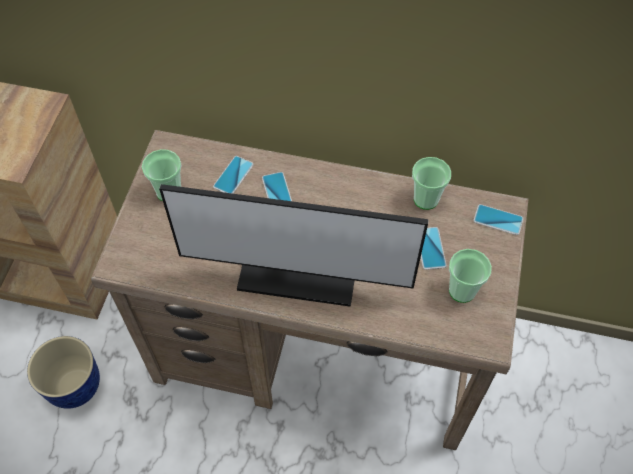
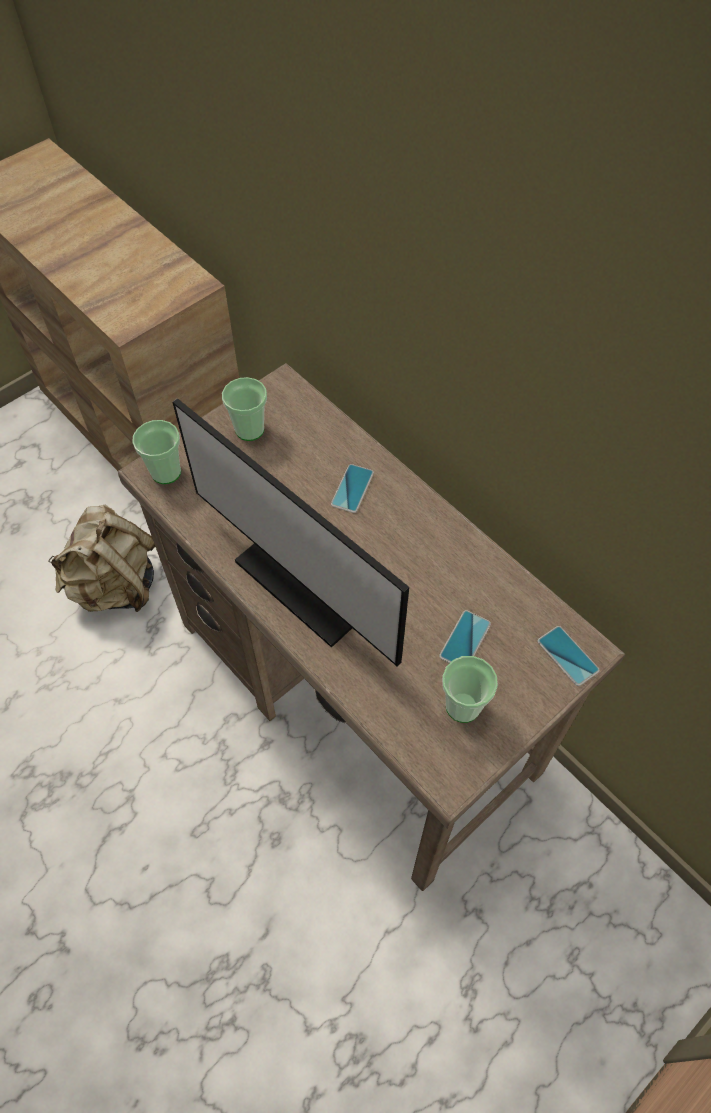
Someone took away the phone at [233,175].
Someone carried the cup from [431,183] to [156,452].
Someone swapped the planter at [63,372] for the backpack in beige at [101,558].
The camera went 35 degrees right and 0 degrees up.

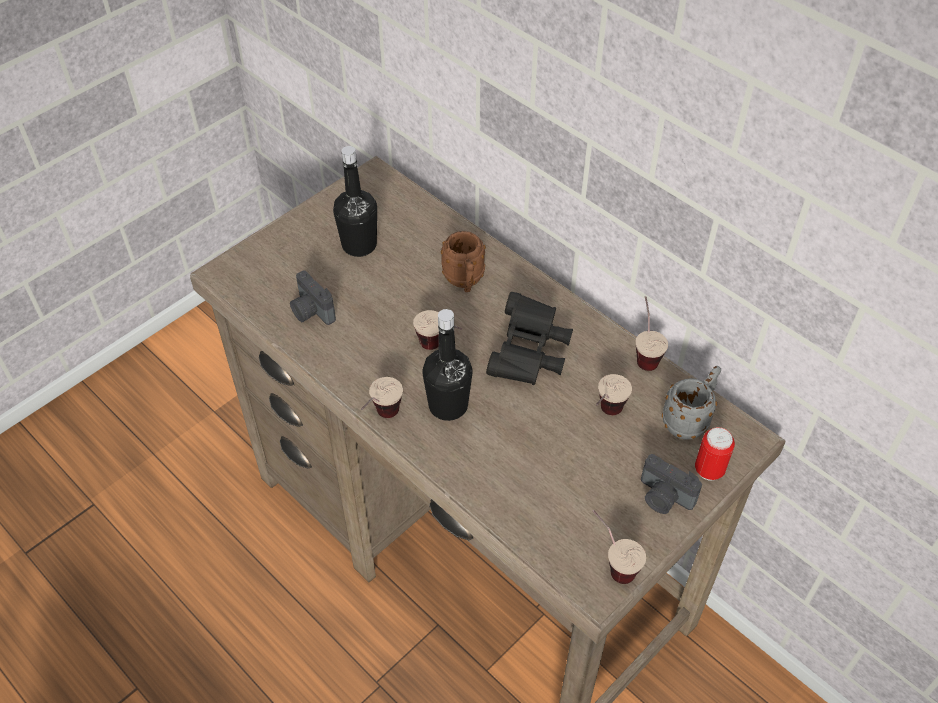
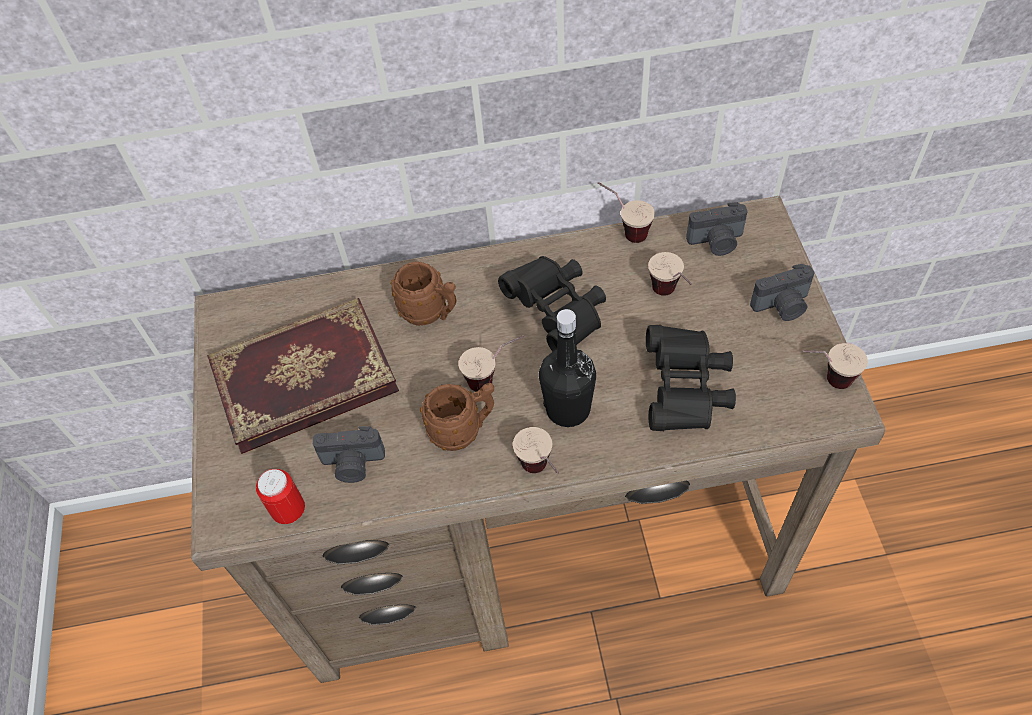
Someone put down the mug in brown at [457,417].
Someone put down the binoculars in black at [691,378].
Someone carried the can from [715,453] to [280,496].
Someone swapped the bottle in black at [355,201] for the book at [303,376].
Someone swapped the mug in grey at [691,403] for the photo camera at [717,229].
The camera went 50 degrees left and 5 degrees up.

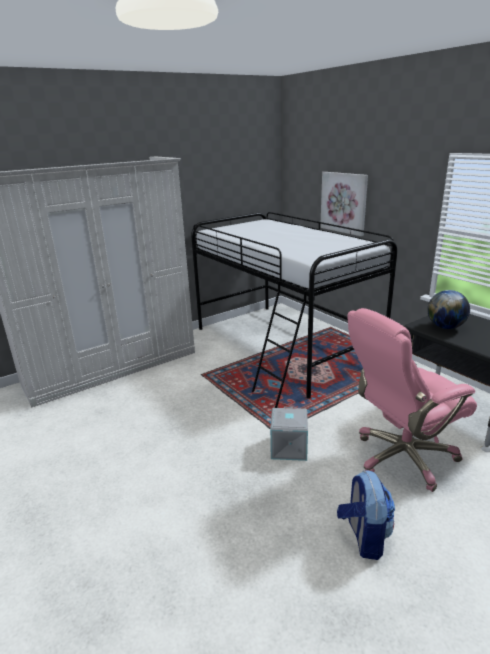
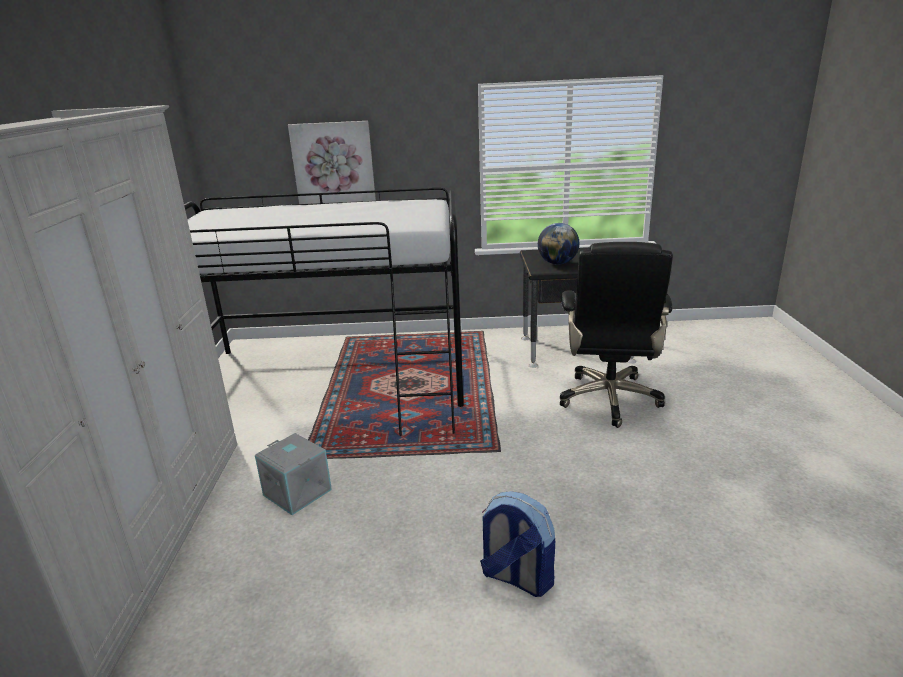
Someone carried the storage box in grey from [289,434] to [293,474].
Someone carried the backpack from [366,515] to [517,544].
Someone repainted the office chair in pink at [412,400], which became the office chair in black at [616,335].
The camera went 55 degrees left and 0 degrees up.

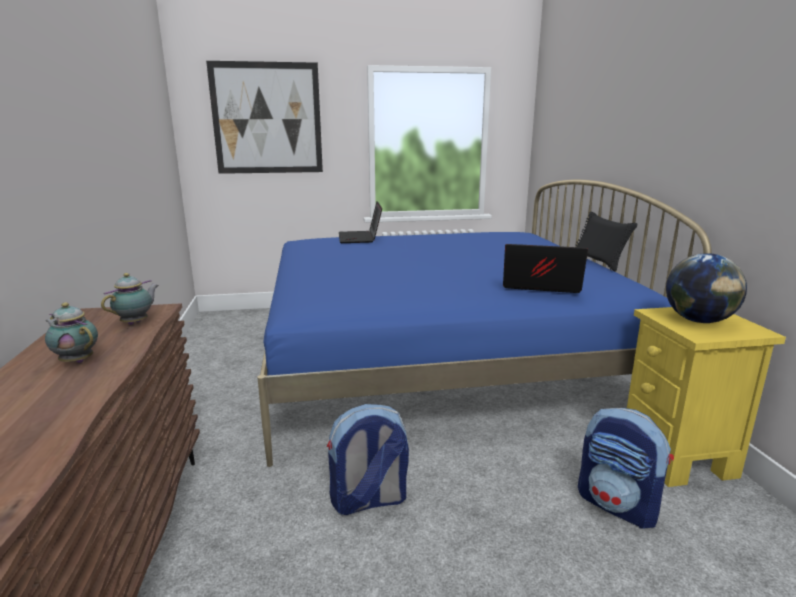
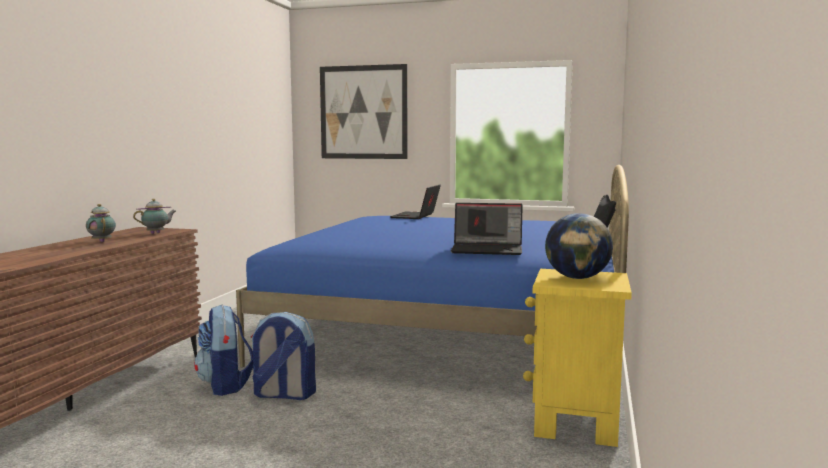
Someone carried the backpack from [626,468] to [223,350].
Someone rotated the laptop at [545,268] by 150 degrees clockwise.
The camera went 25 degrees right and 10 degrees down.

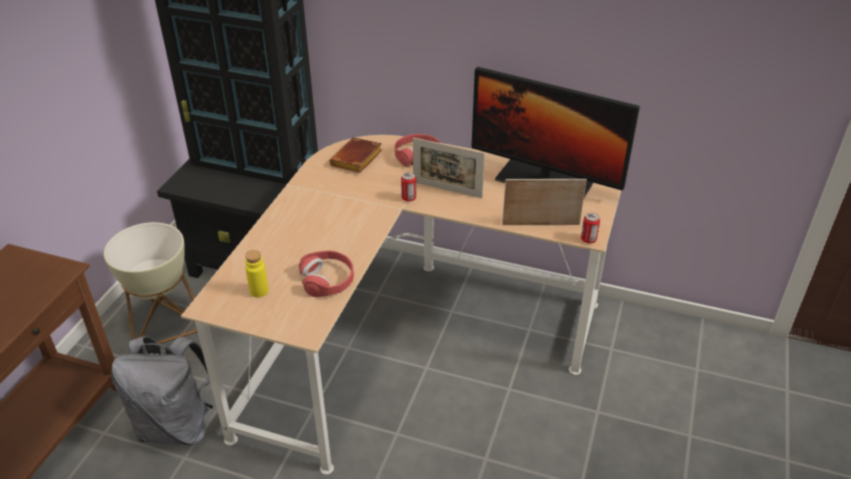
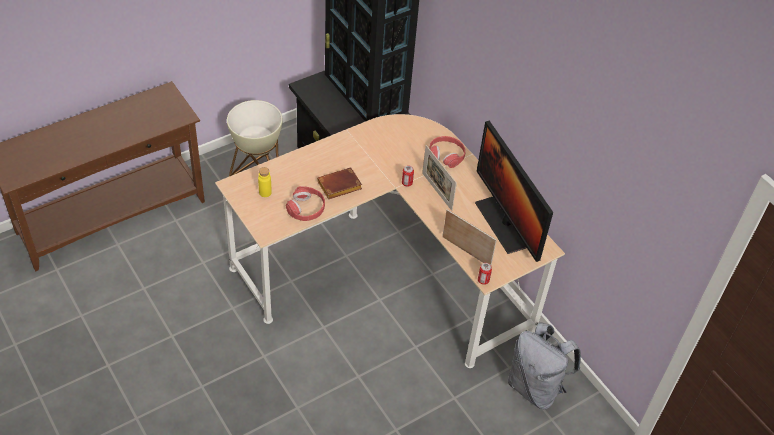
Someone carried the backpack in grey from [162,390] to [544,365].
Someone carried the book in brown from [355,155] to [339,183].
The camera went 35 degrees right and 10 degrees up.

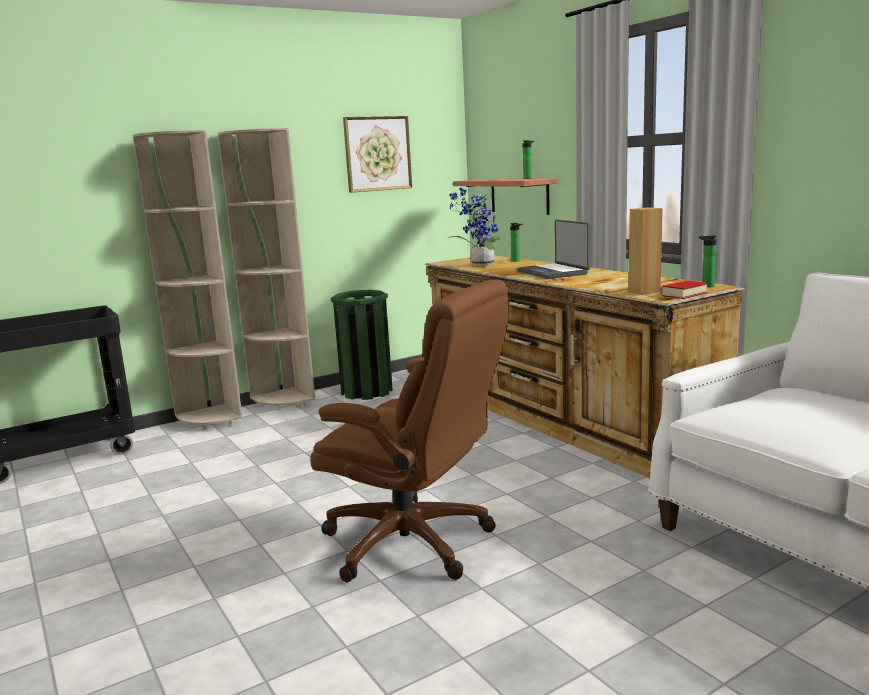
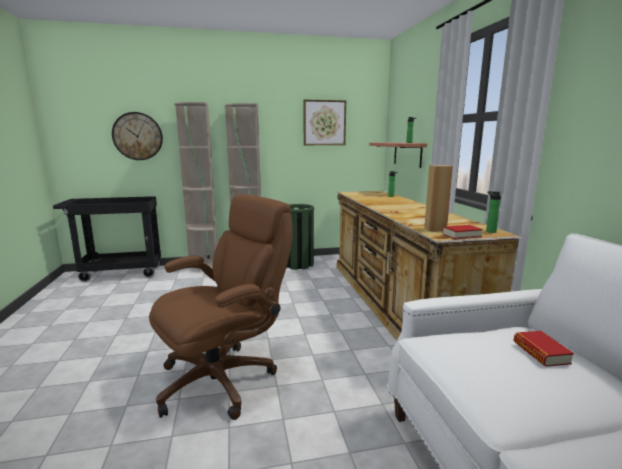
Someone took away the potted plant at [475,226].
Someone took away the laptop at [553,249].
Someone put up the wall clock at [137,136].
Someone put down the book at [543,349].
Someone rotated the office chair in brown at [409,431] by 90 degrees counterclockwise.
The camera went 20 degrees right and 0 degrees up.

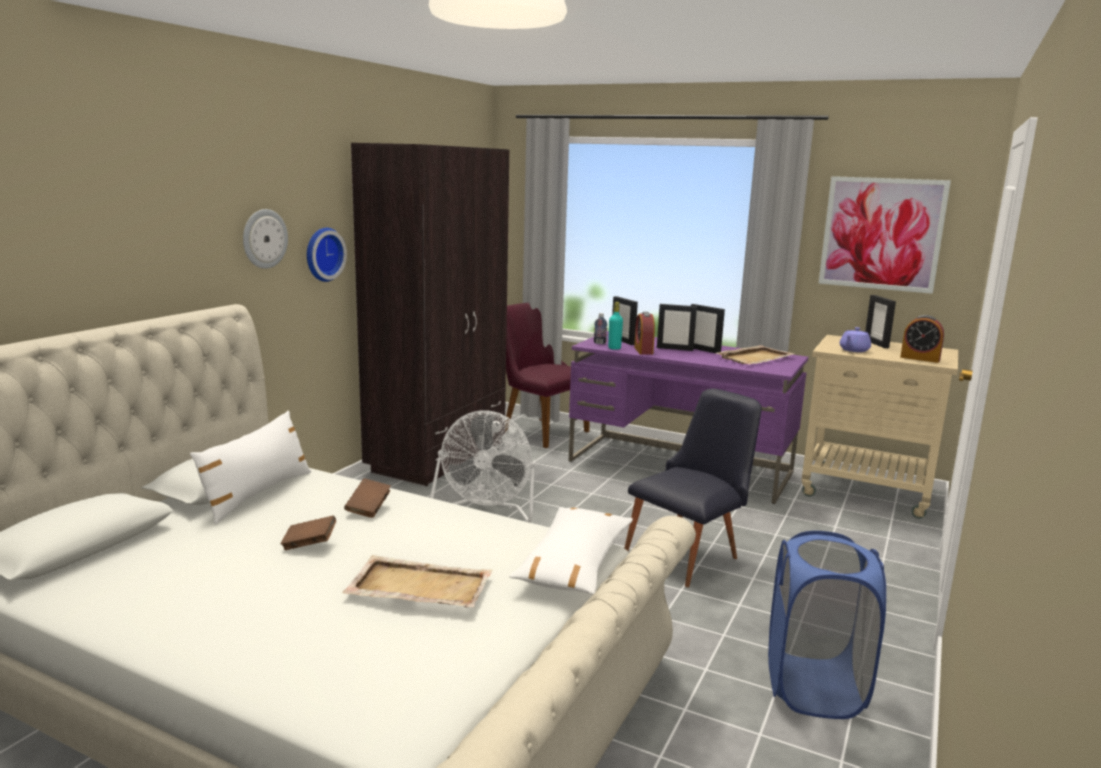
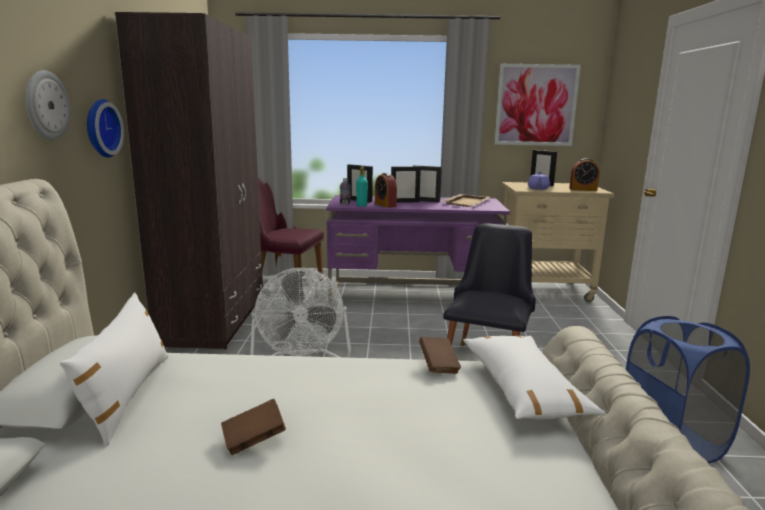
Someone took away the tray in beige at [417,581].
Someone carried the book in brown from [367,498] to [440,355].
The camera went 25 degrees left and 0 degrees up.

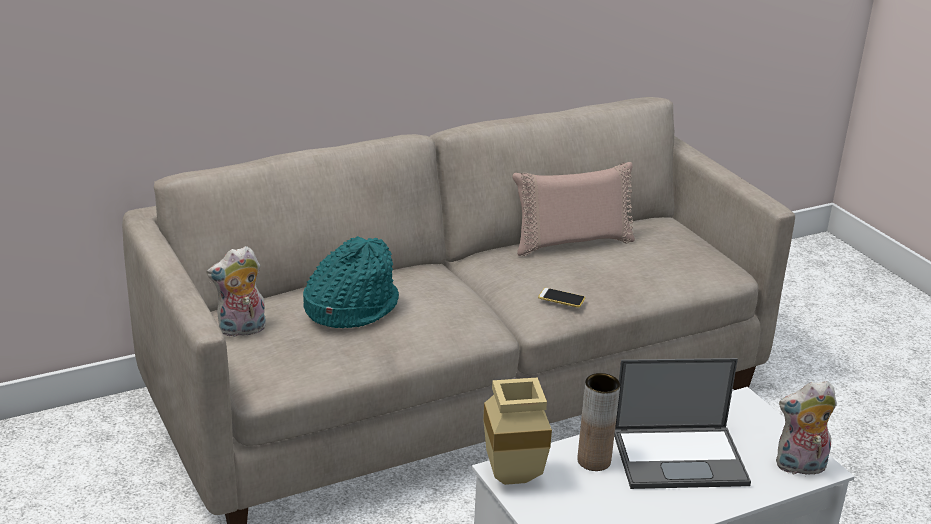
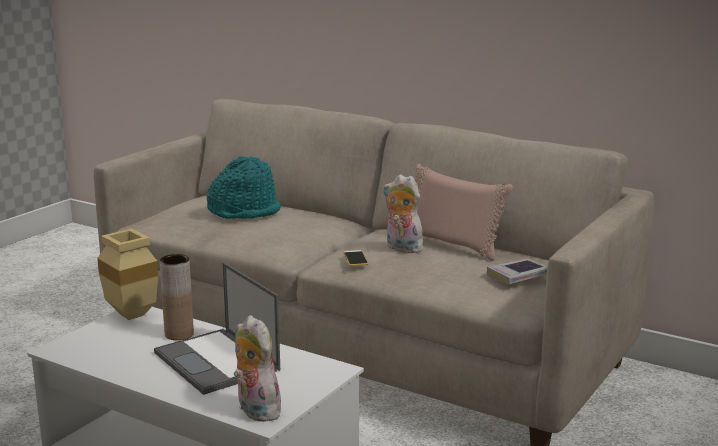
Someone put down the book at [517,271].
Someone carried the plush toy from [236,291] to [403,213].
The camera went 60 degrees right and 10 degrees down.

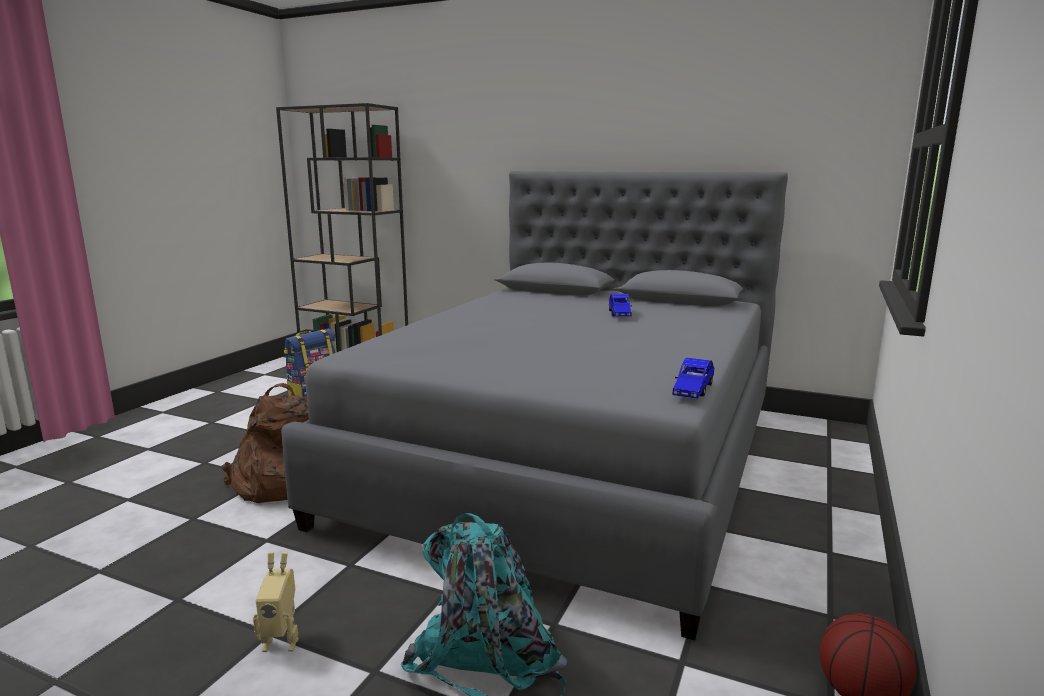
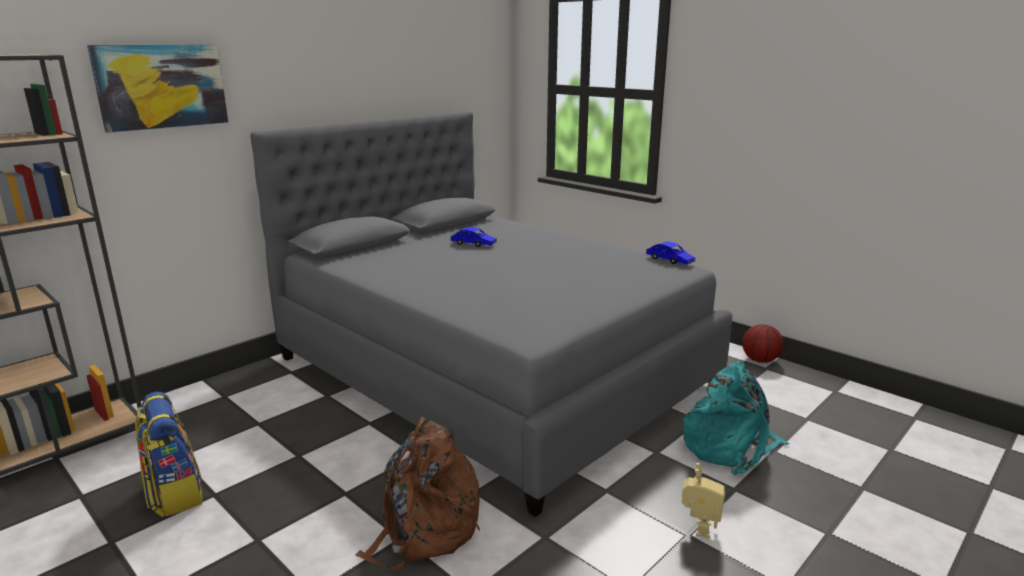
Someone put up the picture at [157,89].
The camera went 70 degrees left and 5 degrees up.

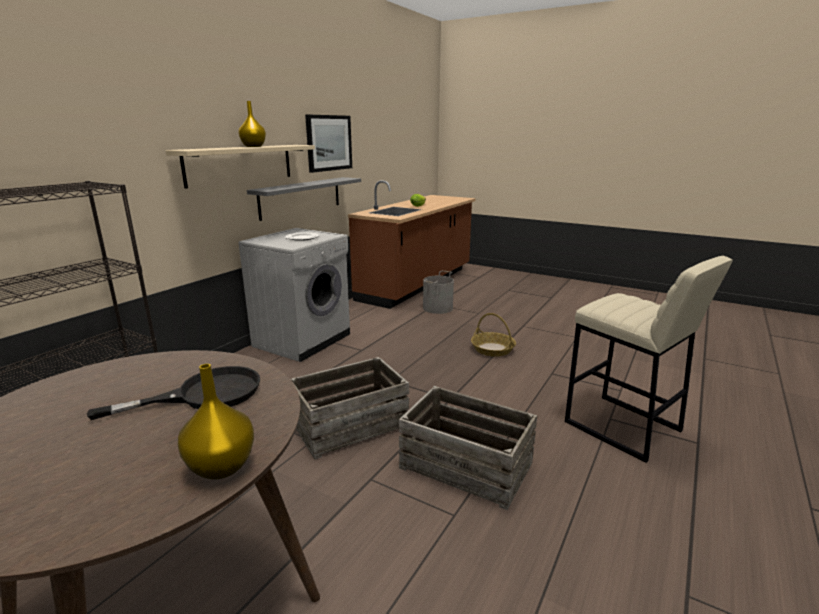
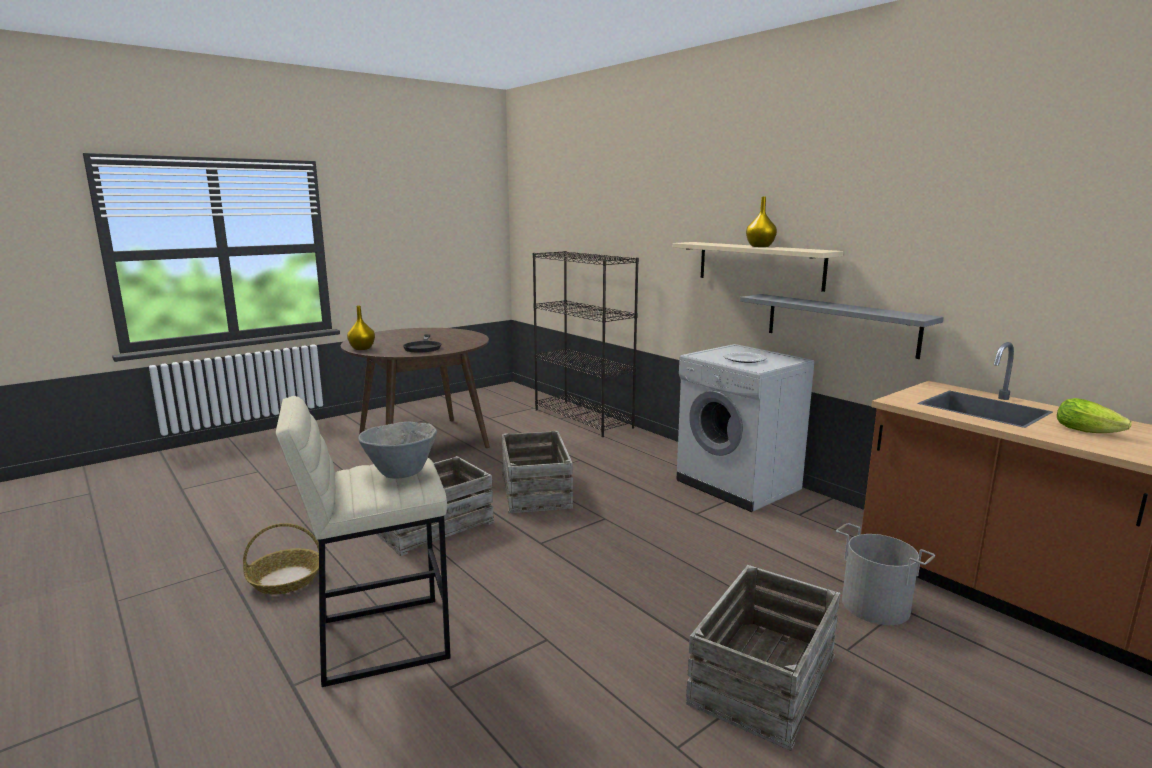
Someone took away the picture at [328,143].
Someone put down the bowl in grey at [397,450].
Someone put down the crate at [763,658].
Someone carried the basket from [493,335] to [281,559].
The camera went 110 degrees right and 5 degrees down.

